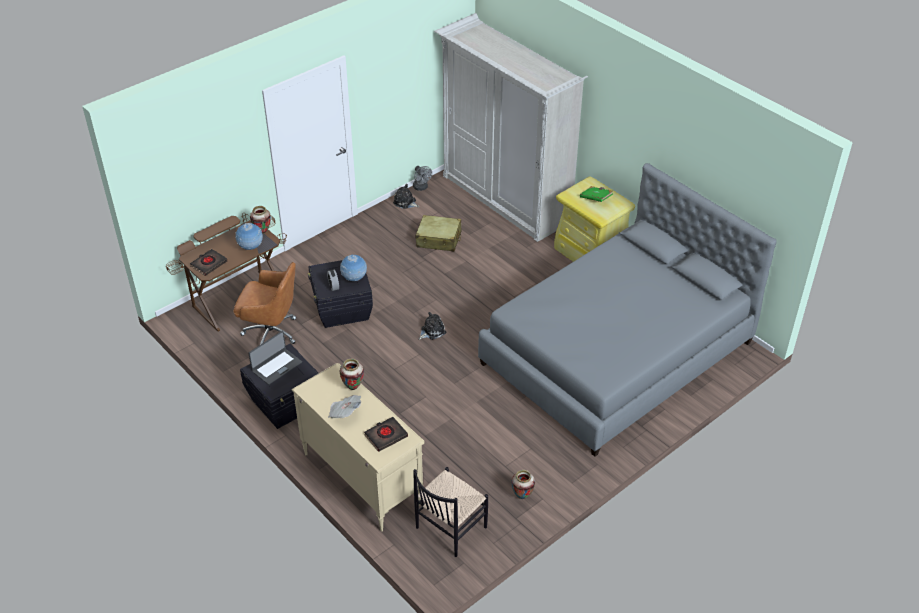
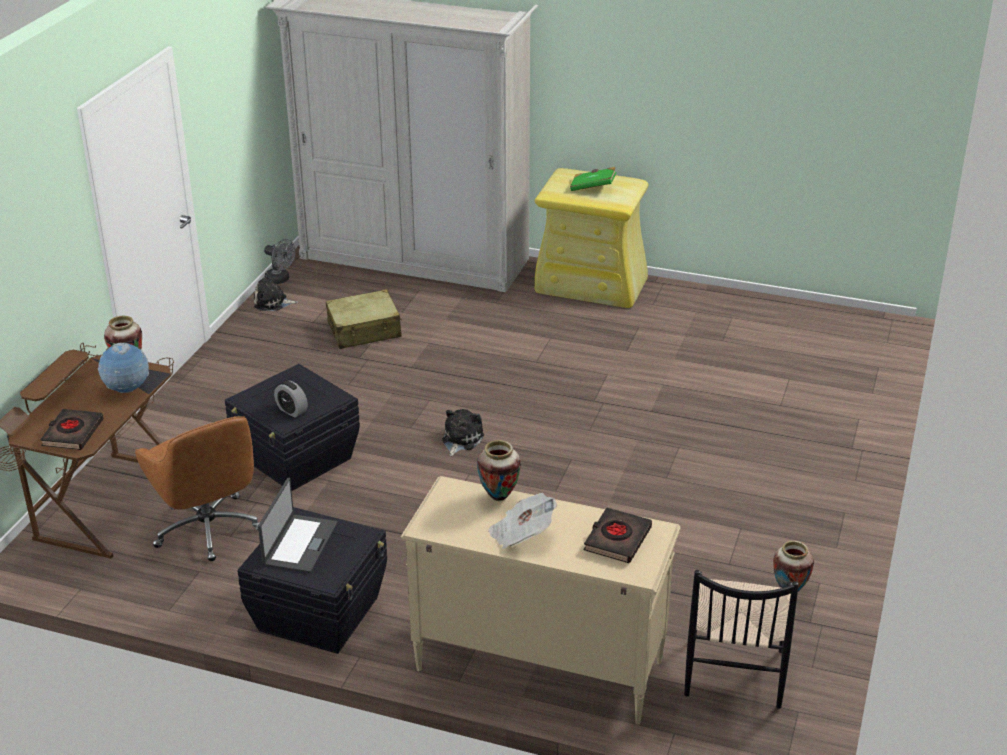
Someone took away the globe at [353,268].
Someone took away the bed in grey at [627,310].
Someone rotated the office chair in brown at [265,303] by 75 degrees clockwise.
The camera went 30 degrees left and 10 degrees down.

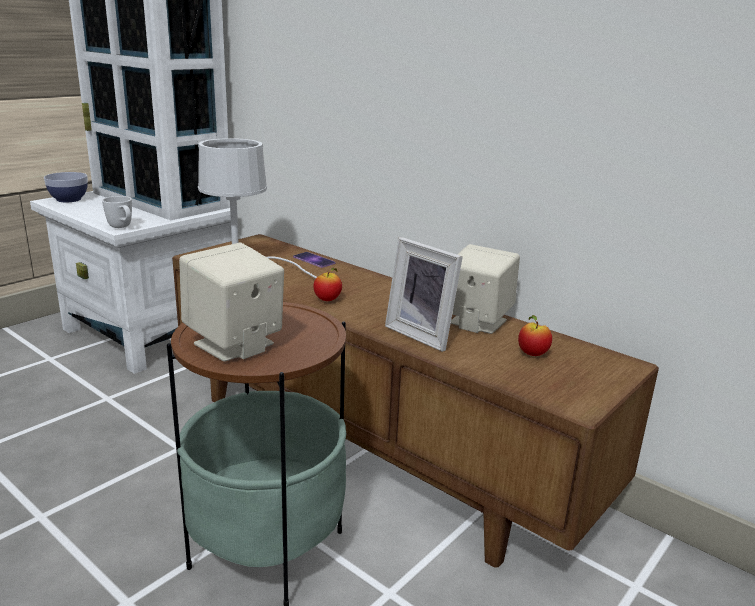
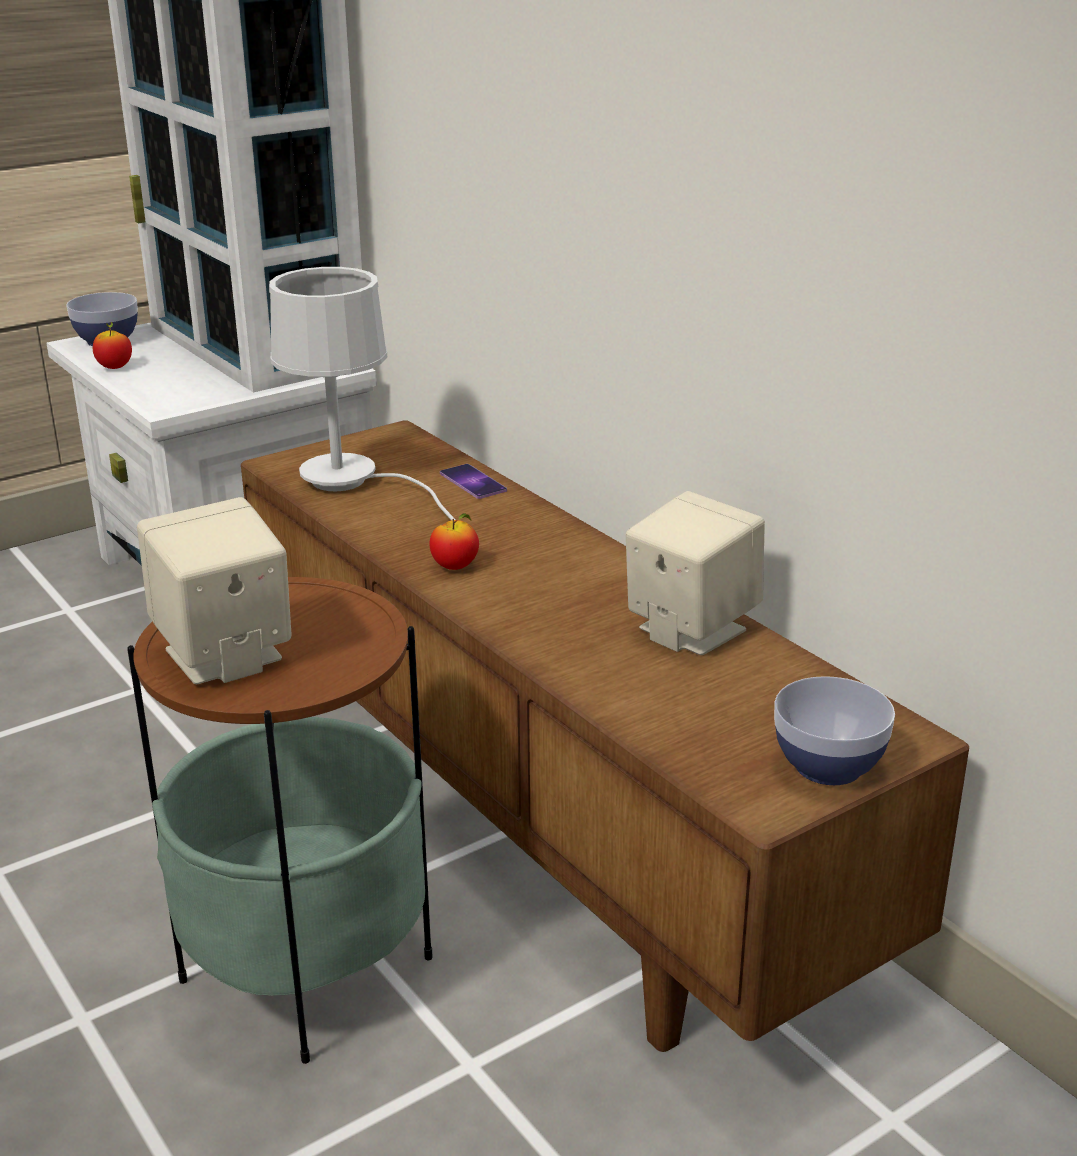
Someone took away the mug in white at [117,212].
Someone took away the picture frame at [424,294].
Someone put down the bowl at [834,730].
Someone carried the apple from [535,335] to [112,345].
The camera went 15 degrees right and 5 degrees up.

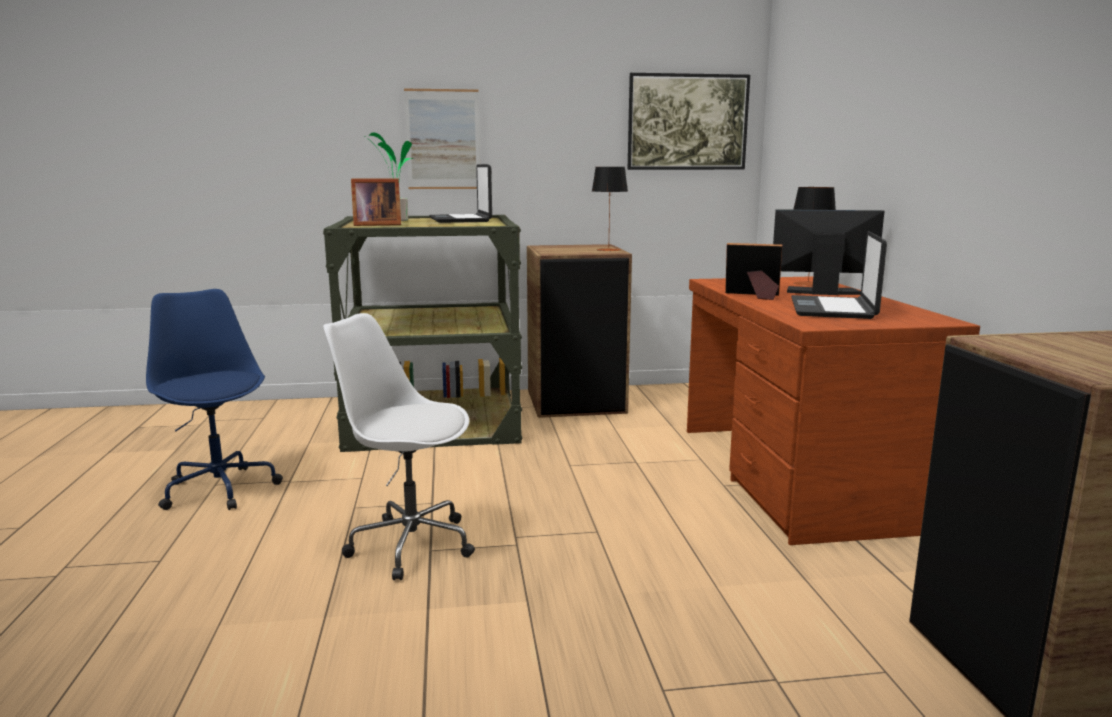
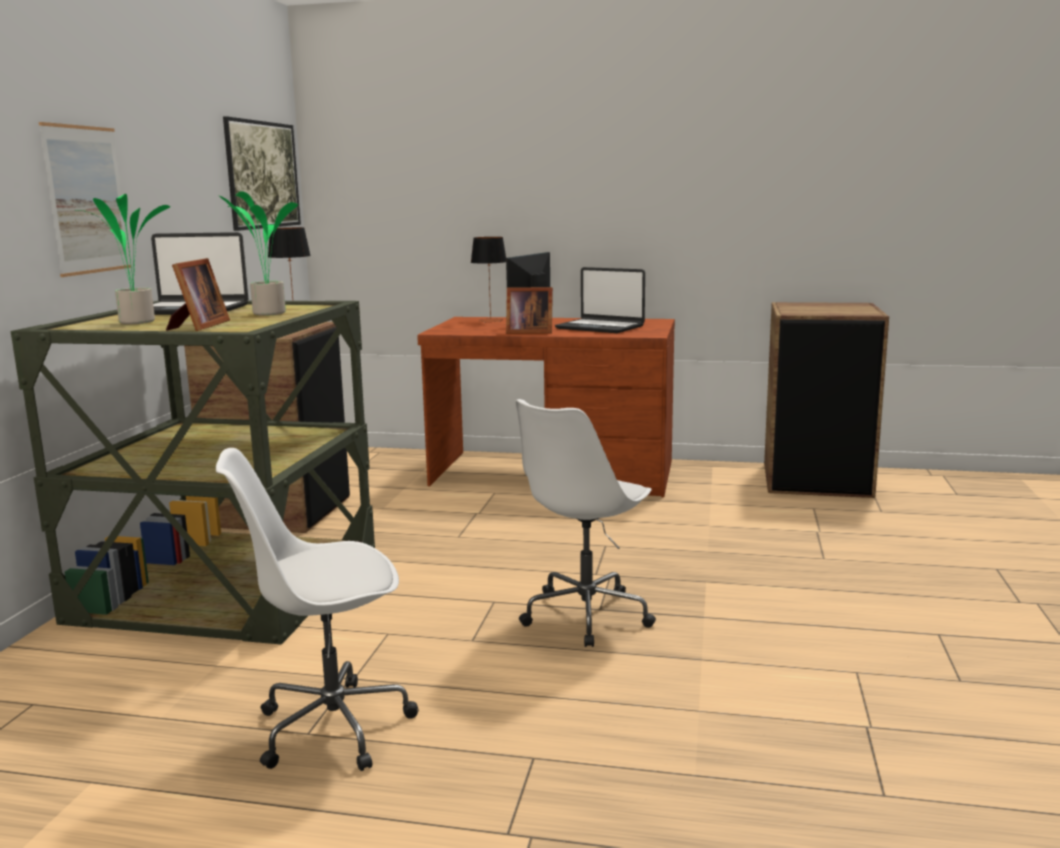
Someone put down the potted plant at [258,253].
Someone repainted the office chair in blue at [214,399], which became the office chair in white at [317,609].
Someone rotated the picture frame at [753,271] by 120 degrees counterclockwise.
The camera went 70 degrees left and 0 degrees up.

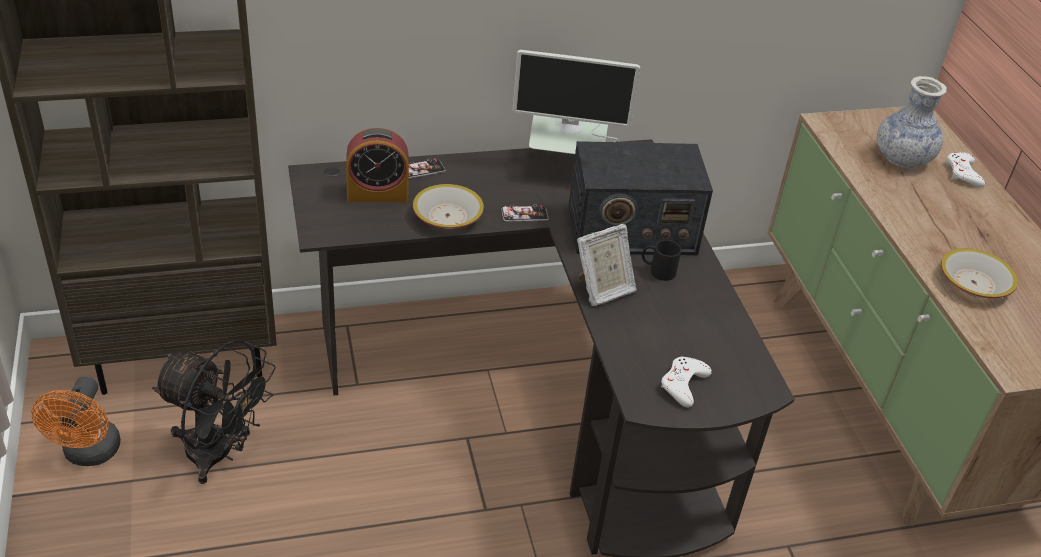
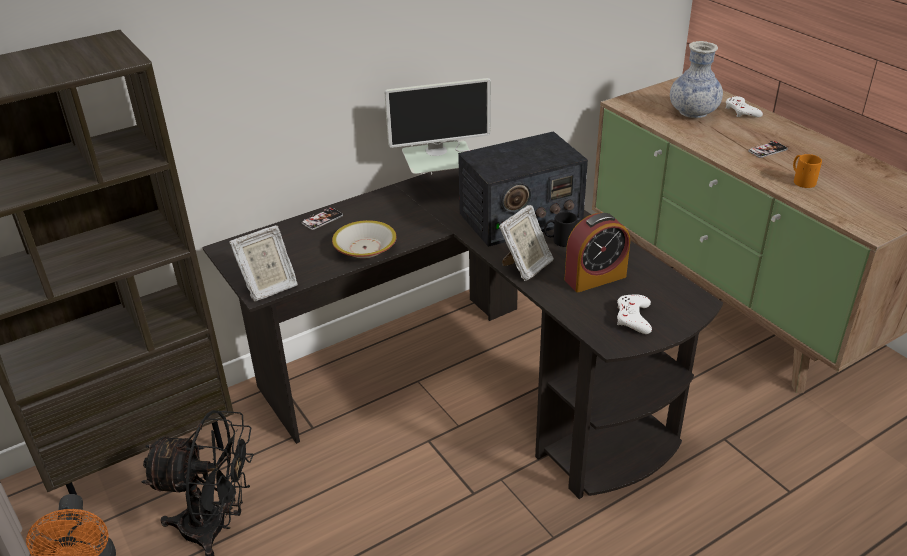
Someone put down the picture frame at [263,263].
Someone carried the alarm clock from [377,165] to [597,252].
Someone carried the phone from [525,213] to [768,149].
Someone swapped the bowl at [979,273] for the mug in orange at [807,171].
The camera went 15 degrees left and 5 degrees down.

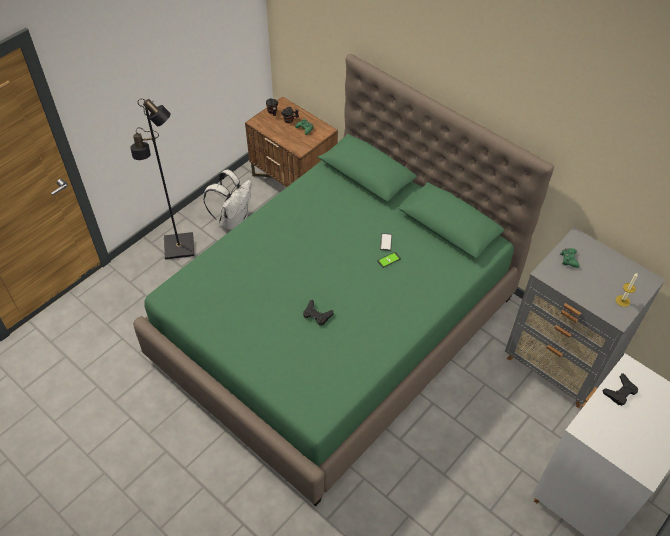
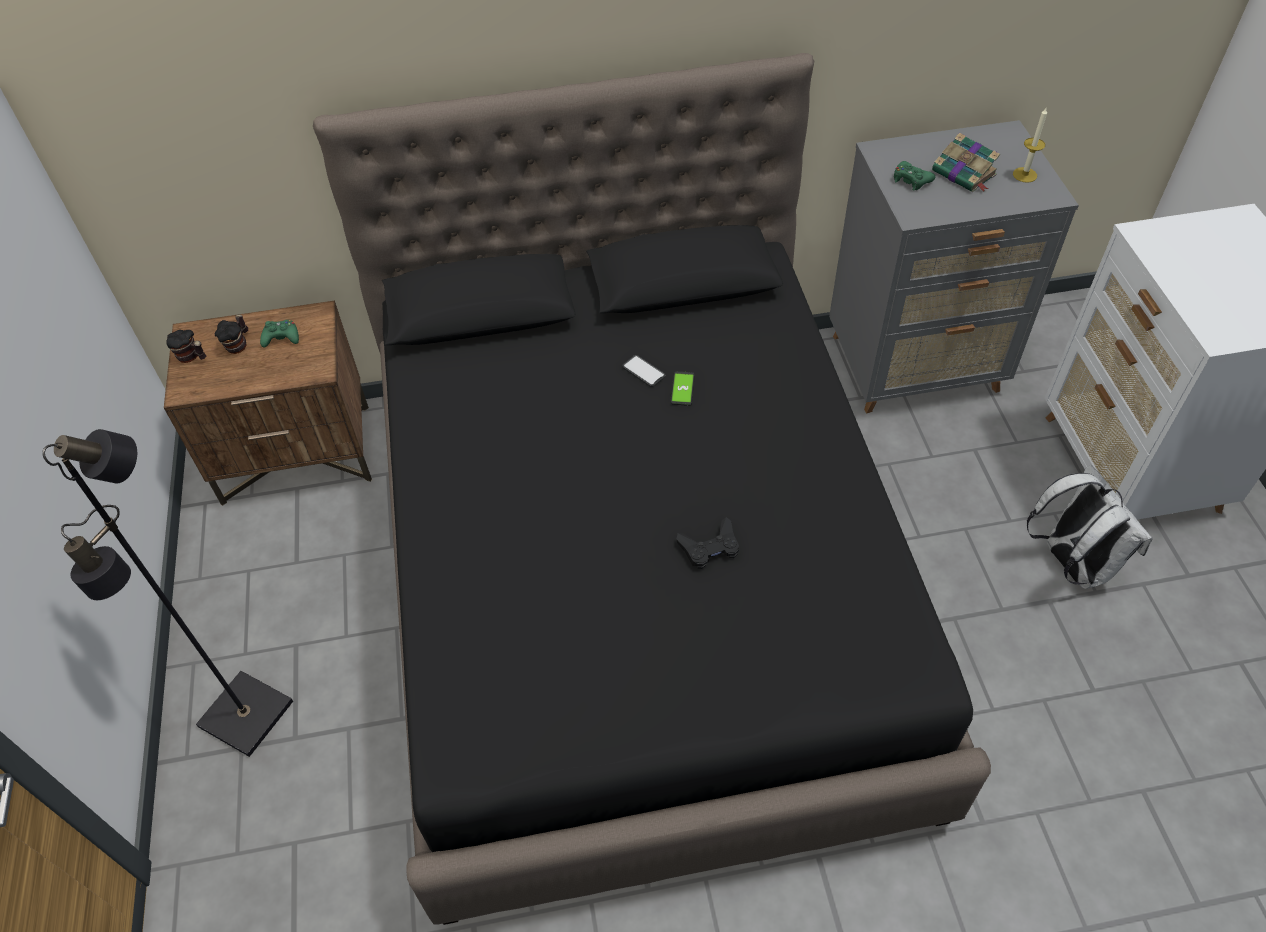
Someone took away the game controller in black at [620,389].
Someone put down the book at [966,162].
Someone carried the backpack in white from [227,200] to [1090,527].
Someone repainted the bed in green at [343,280], which became the bed in black at [652,489].
The camera went 50 degrees left and 0 degrees up.

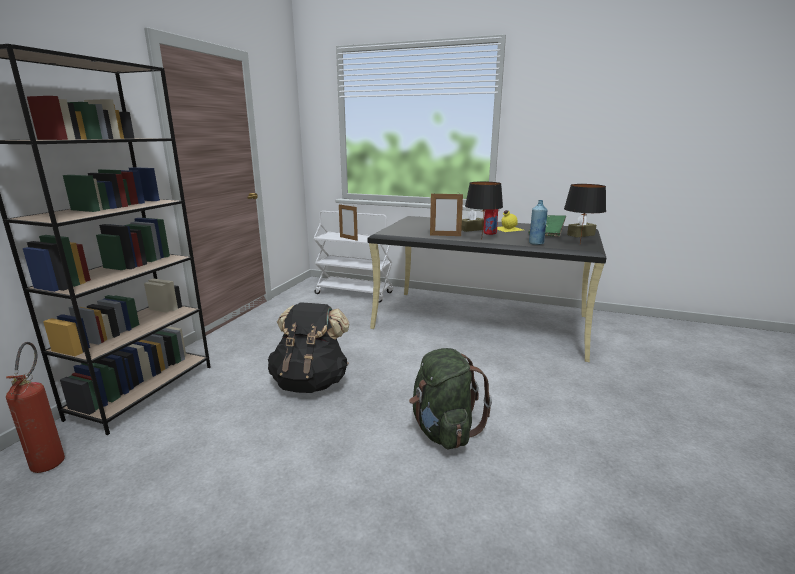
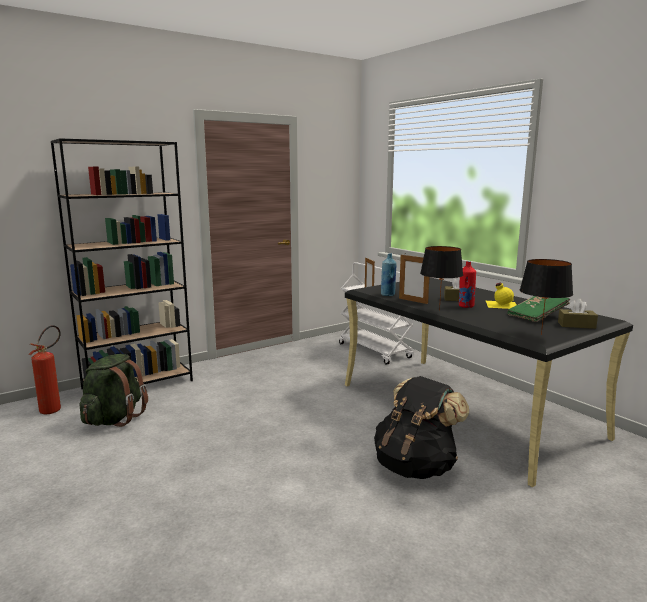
Someone carried the backpack in black from [309,347] to [421,427].
Someone carried the backpack in green from [450,399] to [113,390].
Someone carried the bottle in blue from [538,222] to [389,275].
The camera went 35 degrees right and 5 degrees down.

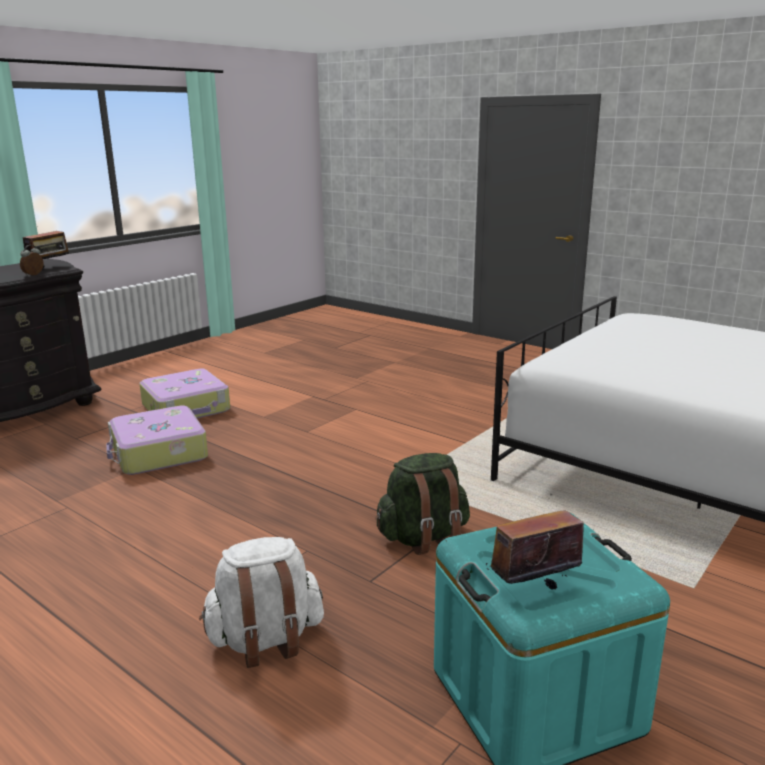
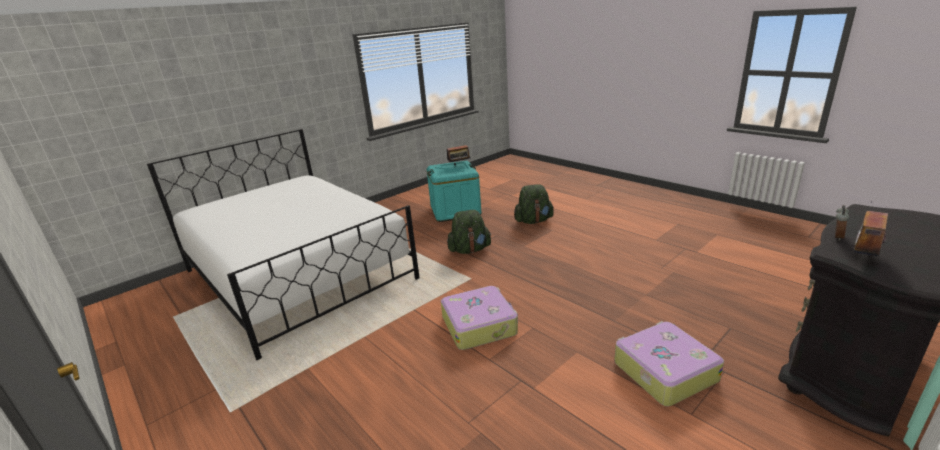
Someone carried the suitcase from [157,440] to [479,318].
Someone repainted the backpack in white at [261,602], which became the backpack in green at [534,204].
The camera went 170 degrees left and 5 degrees up.

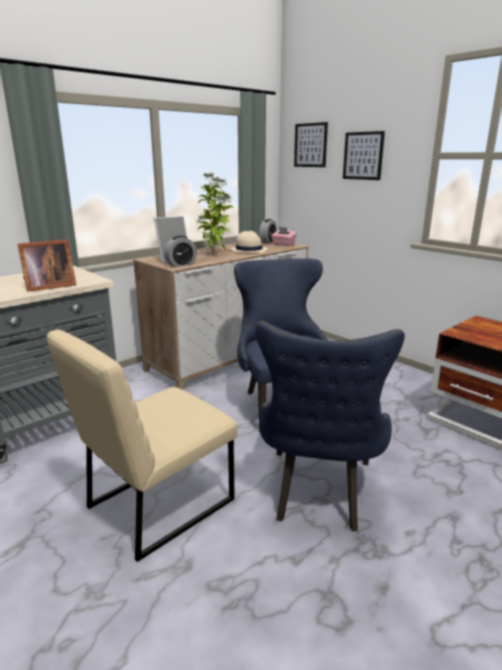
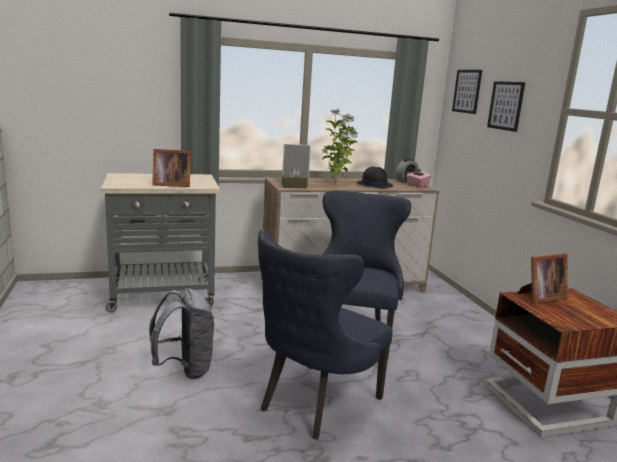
Someone put down the picture frame at [542,279].
Someone swapped the chair in beige at [142,445] for the backpack in grey at [181,333].
Someone swapped the alarm clock at [180,251] for the tissue box in brown at [295,177].
Someone repainted the hat in beige at [249,242], which became the hat in black at [375,178].
The camera went 25 degrees right and 5 degrees down.

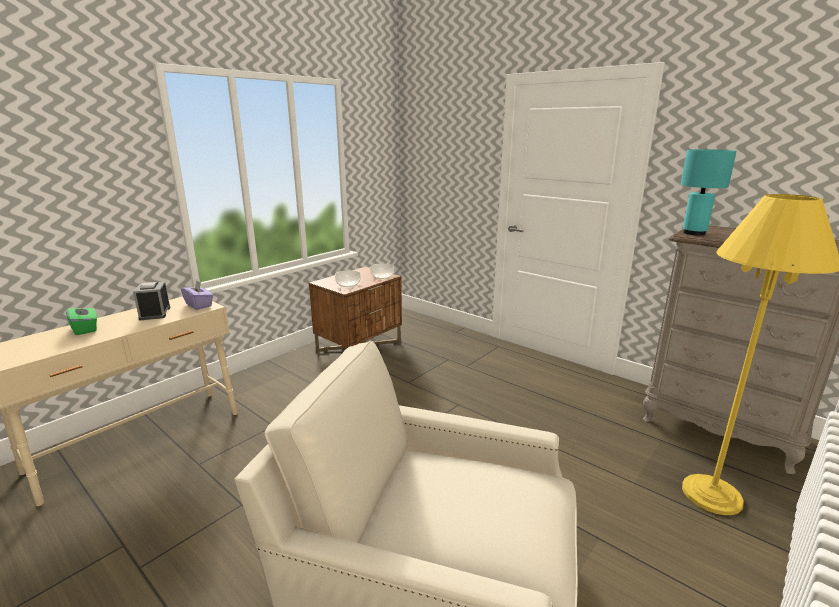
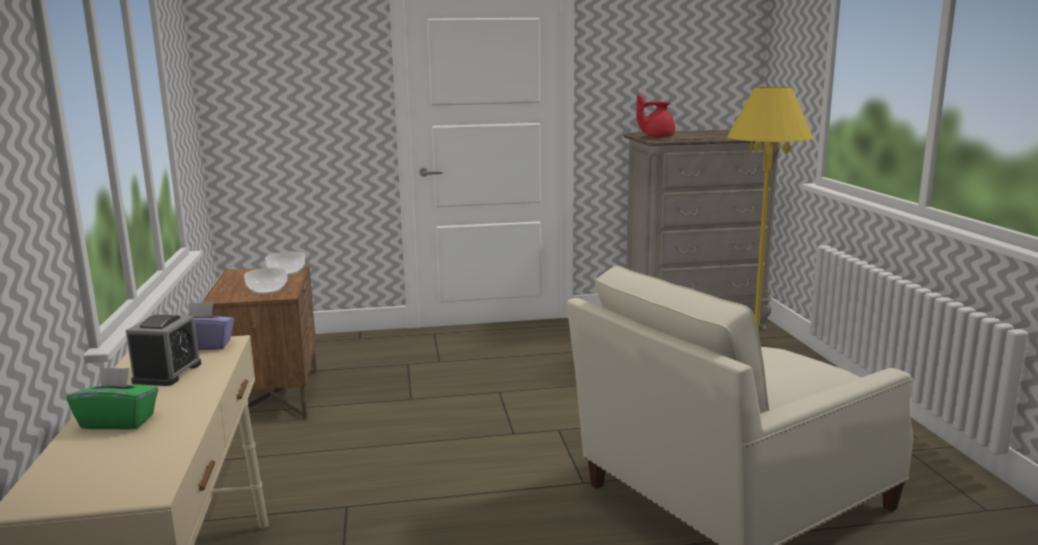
Someone swapped the table lamp in turquoise at [708,192] for the teapot in red at [655,116].
Someone rotated the alarm clock at [151,301] by 105 degrees counterclockwise.
The camera went 50 degrees left and 5 degrees down.

